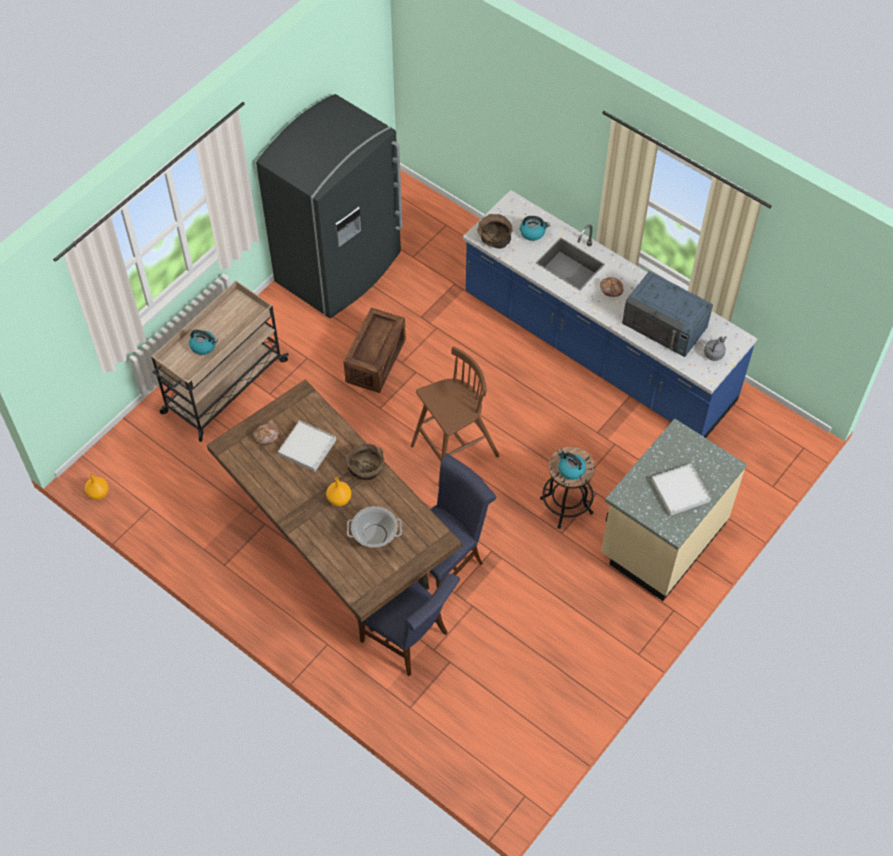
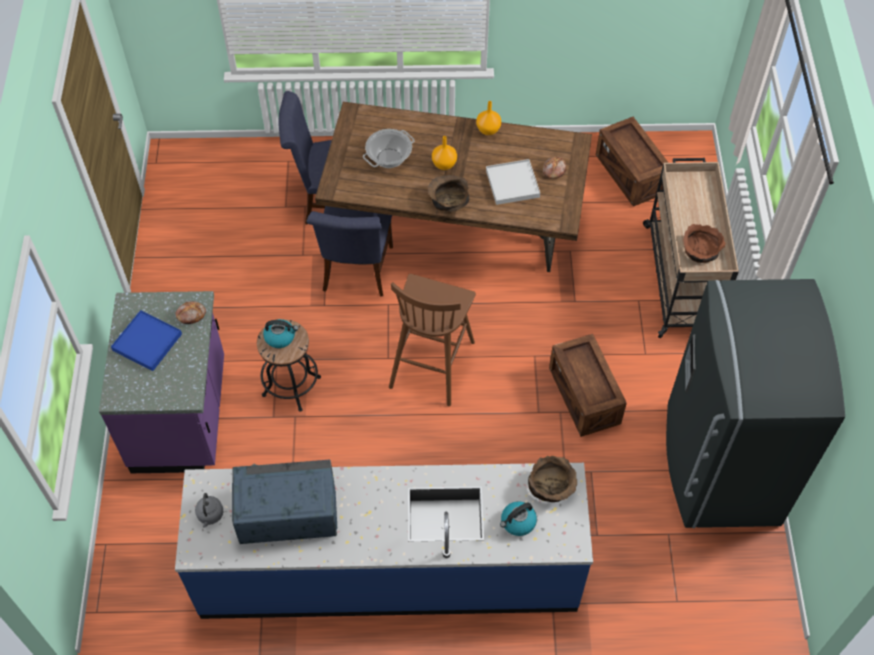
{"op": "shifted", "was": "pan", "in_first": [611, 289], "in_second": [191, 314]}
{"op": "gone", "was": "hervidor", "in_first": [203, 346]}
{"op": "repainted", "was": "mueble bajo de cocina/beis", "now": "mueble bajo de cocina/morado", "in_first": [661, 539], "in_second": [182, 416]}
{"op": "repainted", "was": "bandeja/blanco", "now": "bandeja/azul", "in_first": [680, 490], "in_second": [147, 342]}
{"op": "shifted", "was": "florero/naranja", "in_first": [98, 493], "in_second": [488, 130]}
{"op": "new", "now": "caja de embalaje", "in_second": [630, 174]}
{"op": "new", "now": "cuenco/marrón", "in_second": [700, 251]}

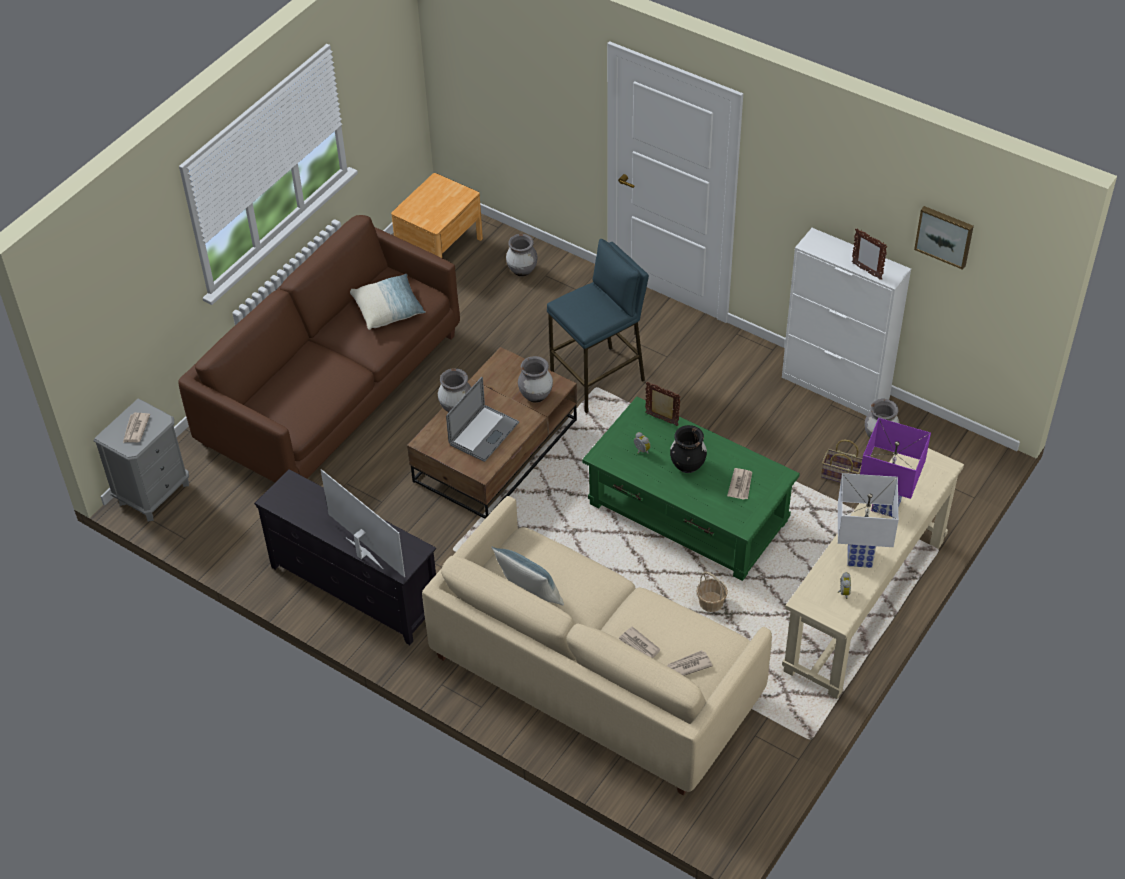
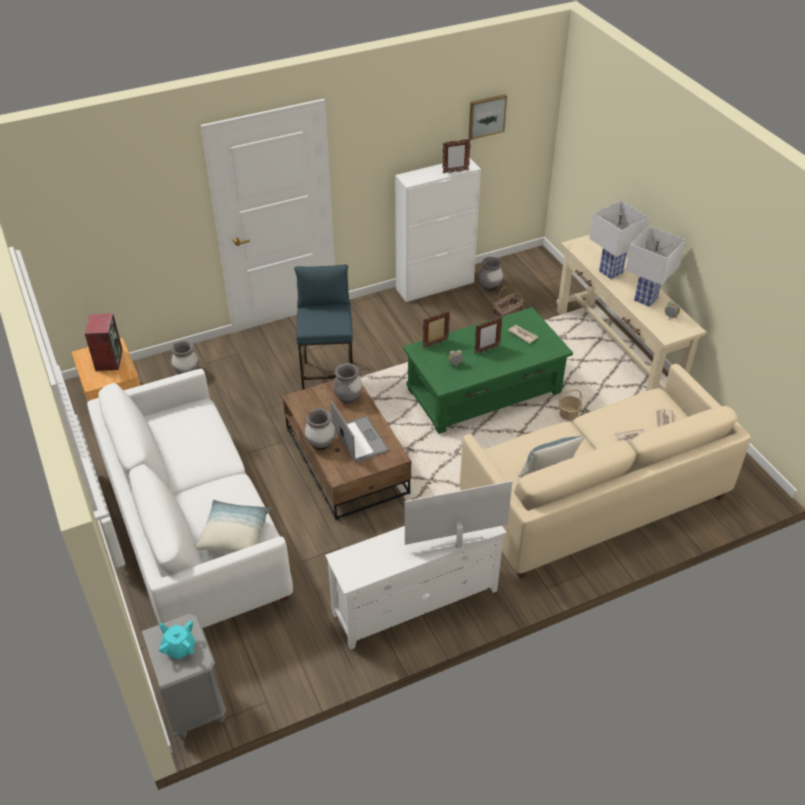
{"op": "repainted", "was": "sofá/marrón", "now": "sofá/blanco", "in_first": [331, 389], "in_second": [193, 528]}
{"op": "shifted", "was": "cojín", "in_first": [388, 309], "in_second": [234, 535]}
{"op": "swapped", "was": "periódico", "now": "tetera/turquesa", "in_first": [135, 429], "in_second": [179, 647]}
{"op": "repainted", "was": "lámpara de mesa/morado", "now": "lámpara de mesa/blanco", "in_first": [885, 505], "in_second": [610, 272]}
{"op": "swapped", "was": "florero/negro", "now": "portarretratos", "in_first": [687, 465], "in_second": [486, 350]}
{"op": "repainted", "was": "mueble de televisión/negro", "now": "mueble de televisión/blanco", "in_first": [354, 589], "in_second": [415, 603]}
{"op": "new", "now": "altavoz", "in_second": [108, 360]}

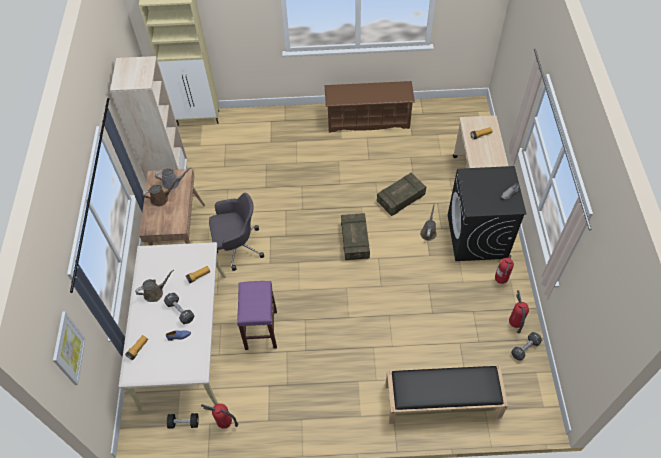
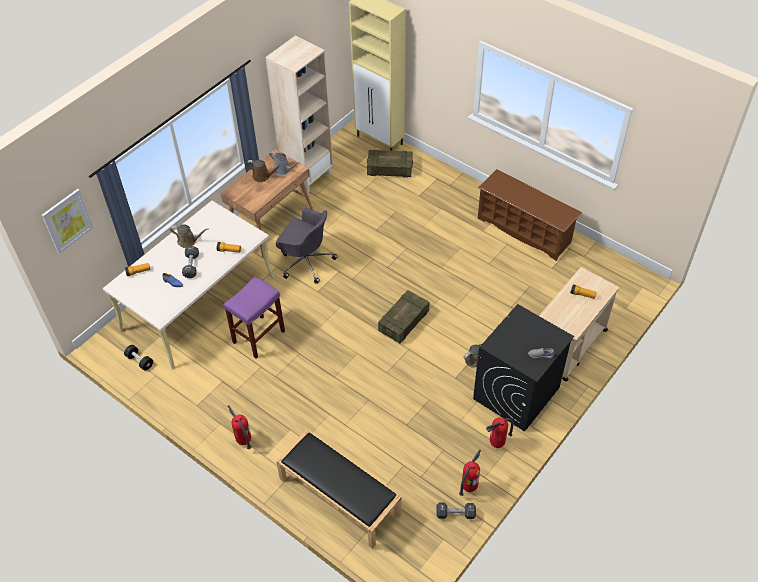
{"op": "shifted", "was": "caja de embalaje", "in_first": [400, 199], "in_second": [389, 169]}
{"op": "shifted", "was": "extintor", "in_first": [225, 423], "in_second": [243, 441]}

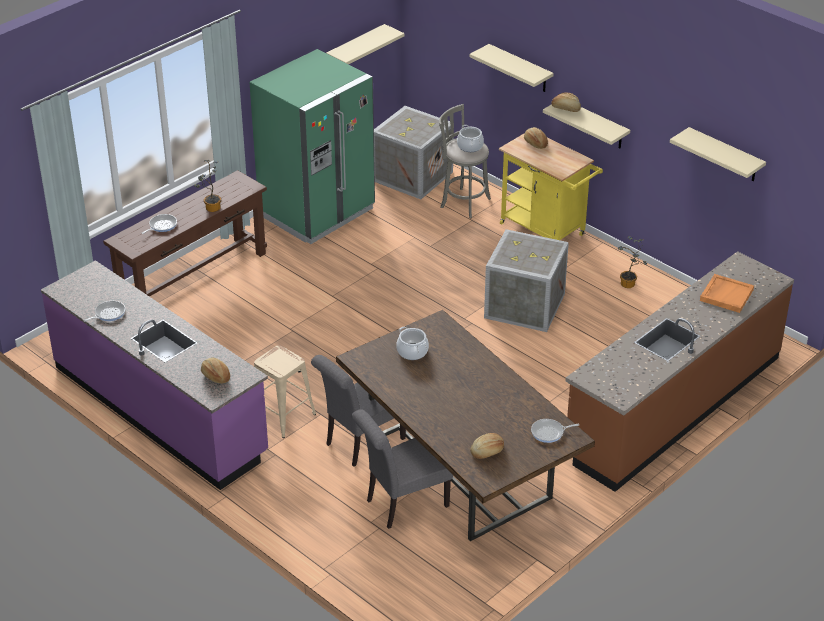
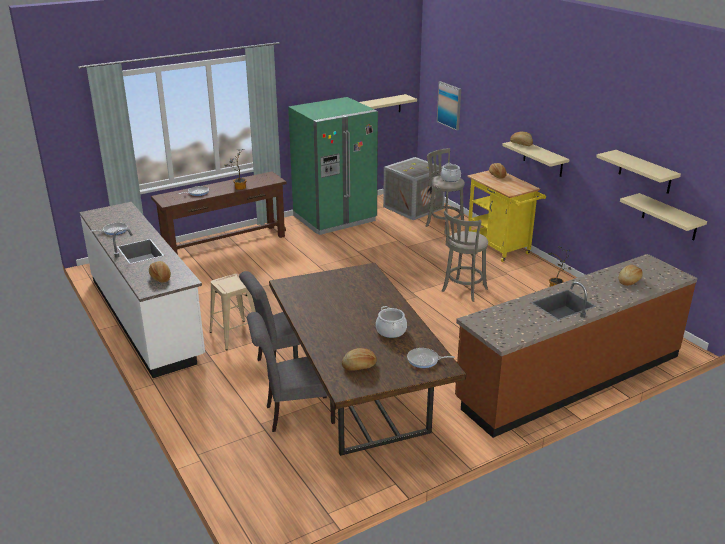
{"op": "shifted", "was": "estante/beis", "in_first": [520, 69], "in_second": [669, 217]}
{"op": "swapped", "was": "caja de embalaje", "now": "taburete/gris", "in_first": [523, 306], "in_second": [463, 291]}
{"op": "repainted", "was": "mueble bajo de cocina/morado", "now": "mueble bajo de cocina/blanco", "in_first": [160, 410], "in_second": [146, 317]}
{"op": "swapped", "was": "bandeja/naranja", "now": "pan", "in_first": [726, 295], "in_second": [629, 281]}
{"op": "shifted", "was": "olla", "in_first": [412, 352], "in_second": [391, 331]}
{"op": "new", "now": "cuadro", "in_second": [449, 105]}

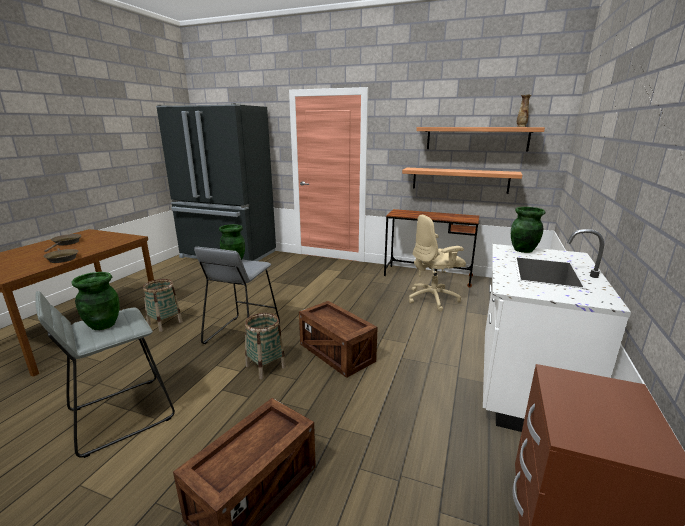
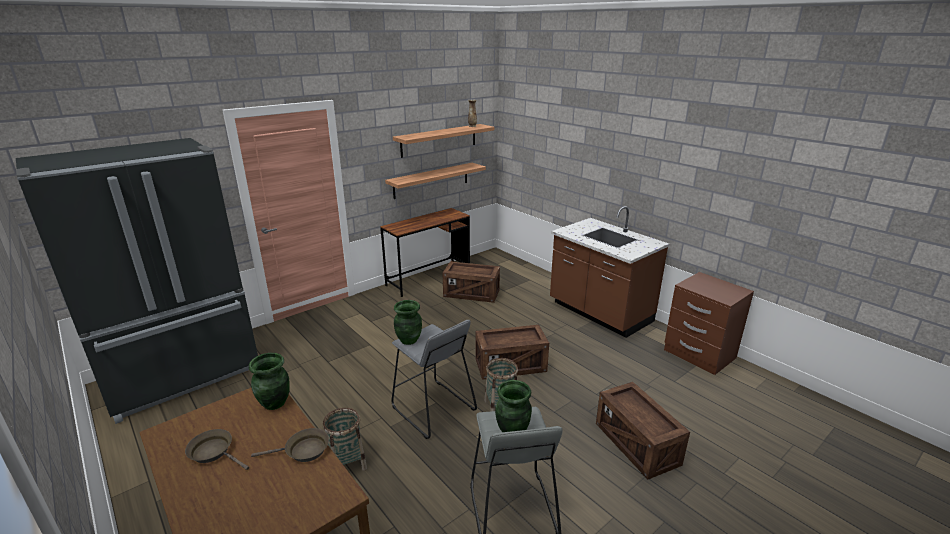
{"op": "shifted", "was": "florero/verde", "in_first": [523, 250], "in_second": [275, 403]}
{"op": "swapped", "was": "silla de oficina/beis", "now": "caja de embalaje", "in_first": [433, 299], "in_second": [471, 294]}
{"op": "repainted", "was": "mueble bajo de cocina/blanco", "now": "mueble bajo de cocina/marrón", "in_first": [523, 385], "in_second": [599, 313]}

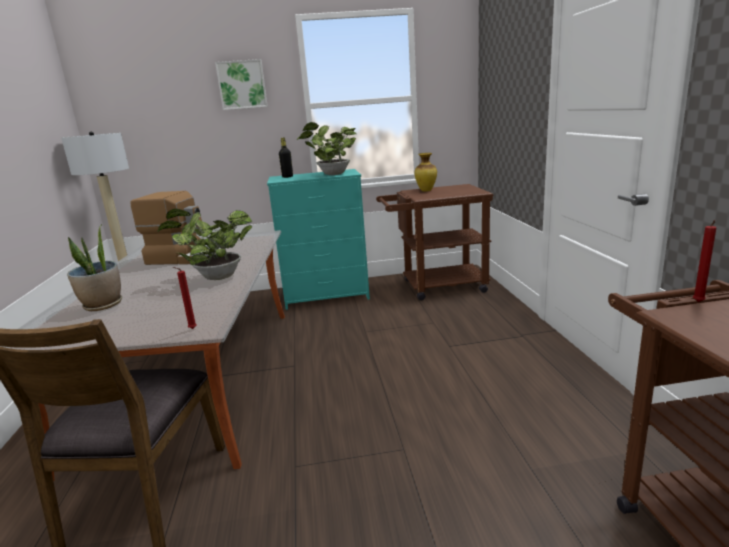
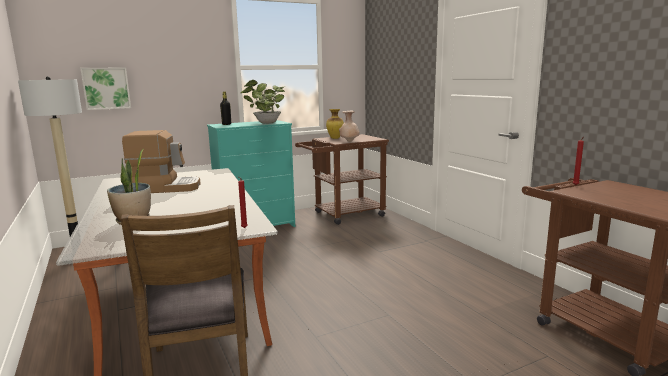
{"op": "shifted", "was": "cuadro", "in_first": [242, 85], "in_second": [106, 88]}
{"op": "gone", "was": "planta en maceta", "in_first": [215, 277]}
{"op": "new", "now": "florero/beis", "in_second": [349, 141]}

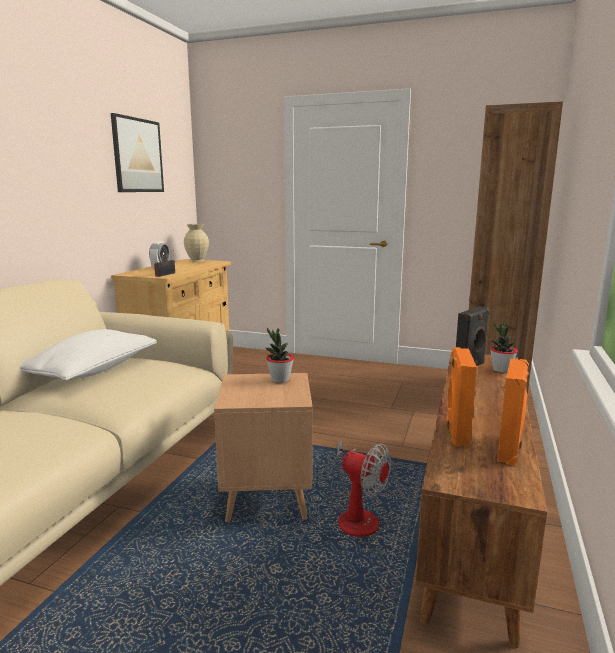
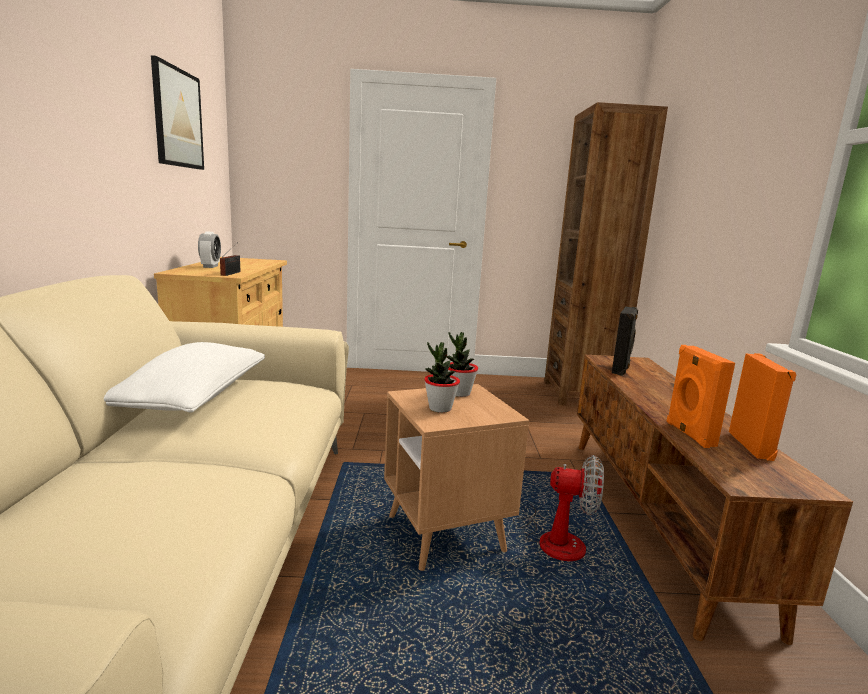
{"op": "gone", "was": "florero/beis", "in_first": [197, 261]}
{"op": "shifted", "was": "planta en maceta", "in_first": [501, 370], "in_second": [440, 408]}

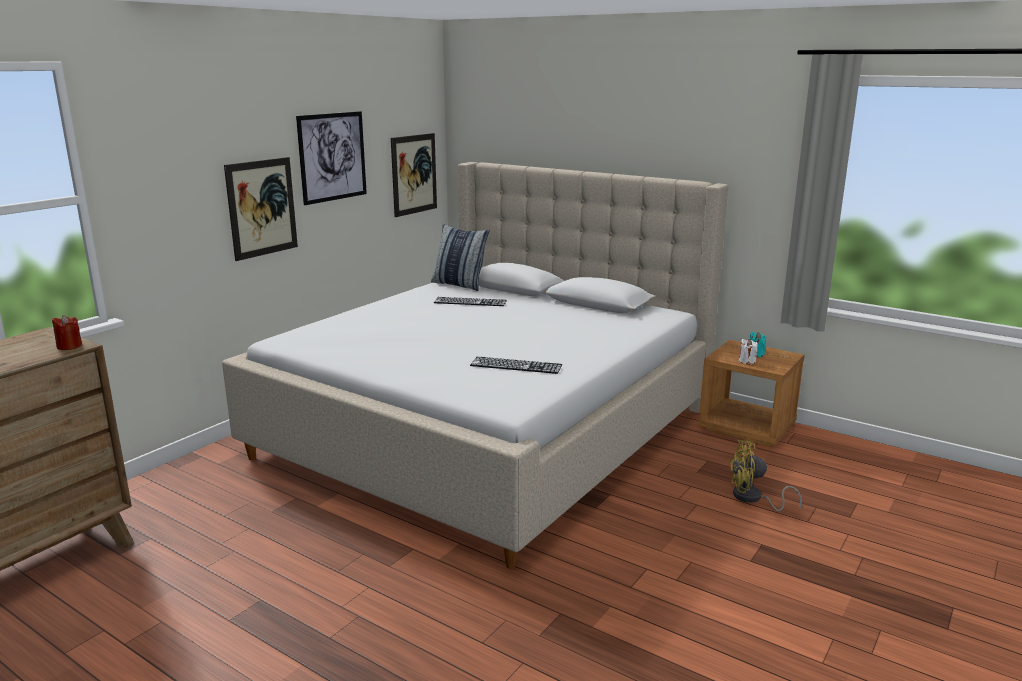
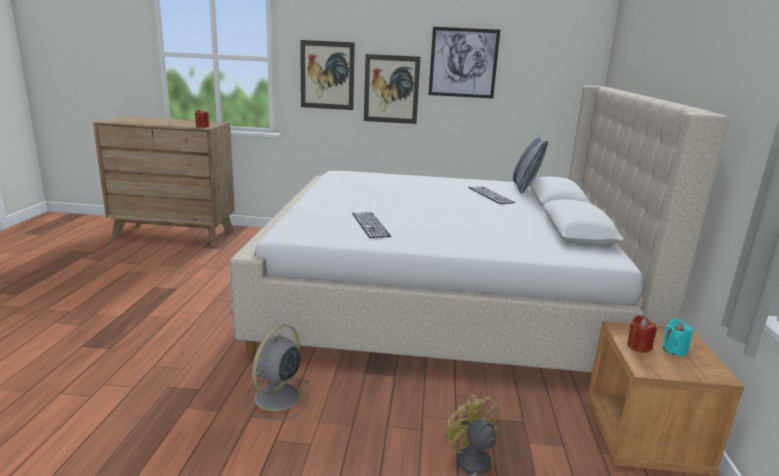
{"op": "shifted", "was": "cuadro", "in_first": [414, 174], "in_second": [327, 75]}
{"op": "repainted", "was": "vela/blanco", "now": "vela/rojo", "in_first": [747, 361], "in_second": [638, 346]}
{"op": "new", "now": "ventilador/gris", "in_second": [276, 398]}

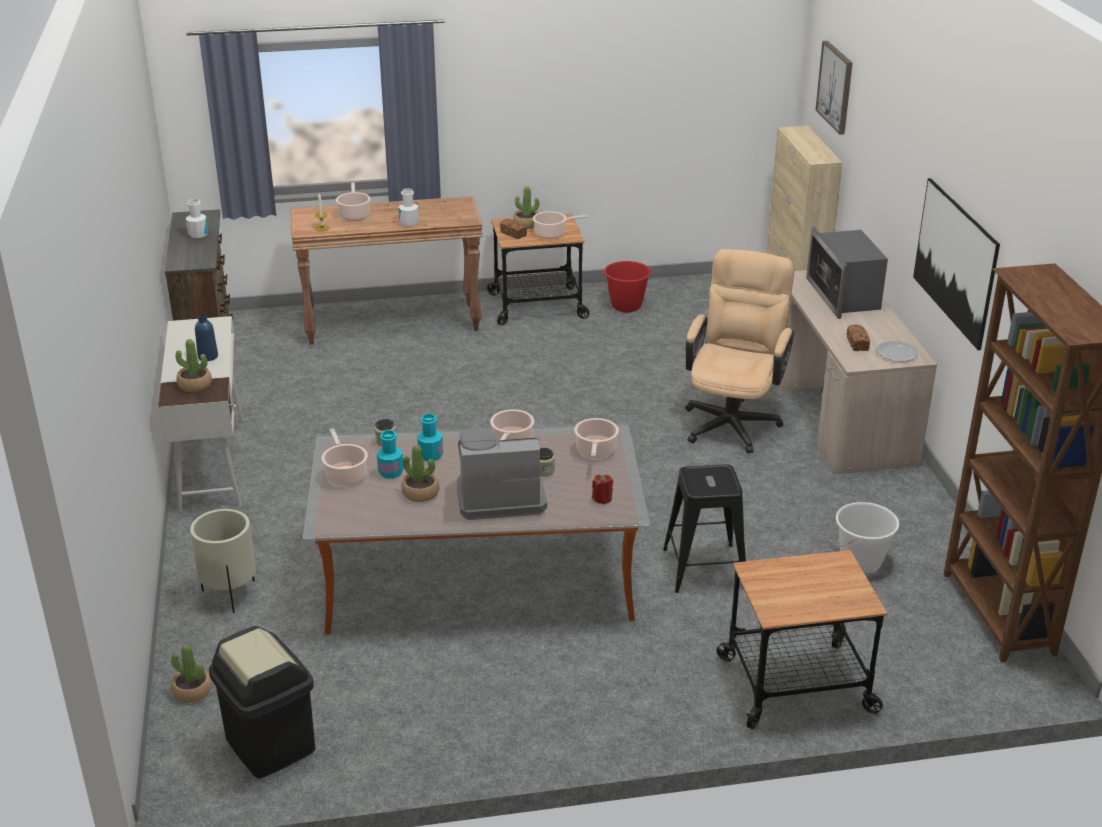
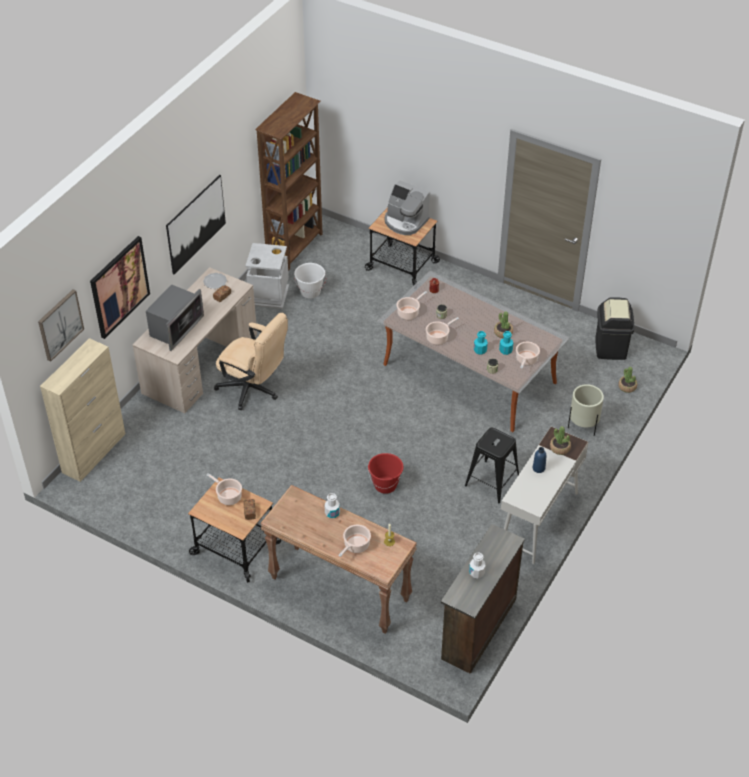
{"op": "gone", "was": "planta en maceta", "in_first": [526, 224]}
{"op": "rotated", "was": "silla de oficina/beis", "in_first": [733, 420], "in_second": [253, 390], "clockwise": -120}
{"op": "shifted", "was": "cubo/rojo", "in_first": [626, 306], "in_second": [385, 485]}
{"op": "shifted", "was": "cafetera", "in_first": [499, 497], "in_second": [405, 222]}
{"op": "shifted", "was": "taburete/negro", "in_first": [703, 568], "in_second": [492, 482]}
{"op": "new", "now": "cuadro", "in_second": [119, 287]}
{"op": "new", "now": "papelera/gris", "in_second": [269, 295]}

